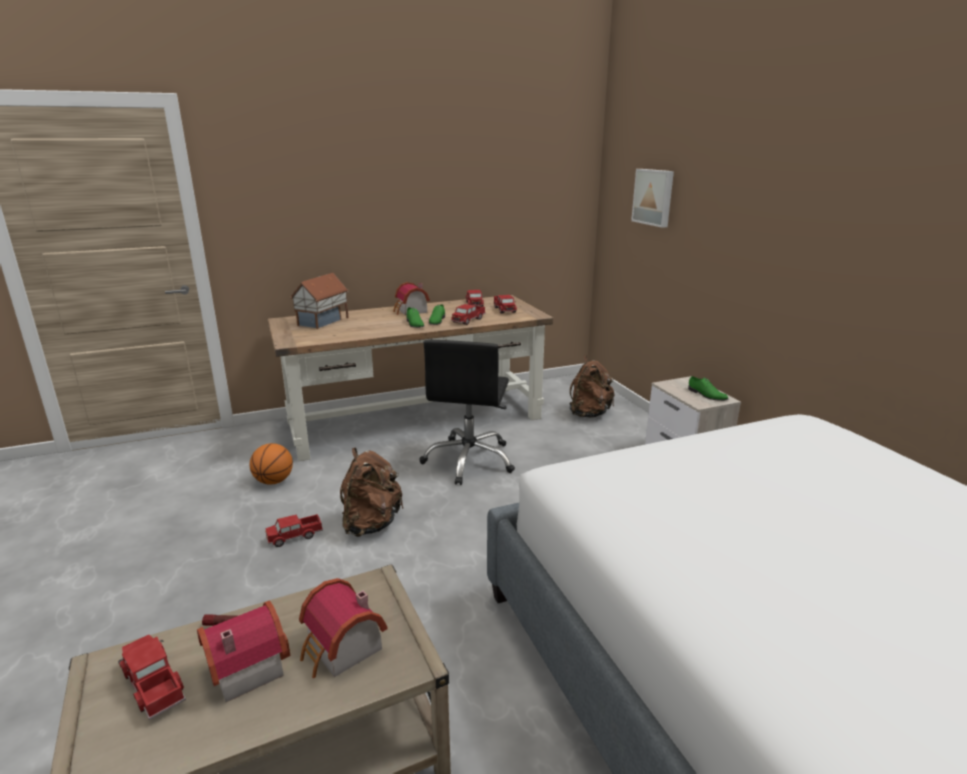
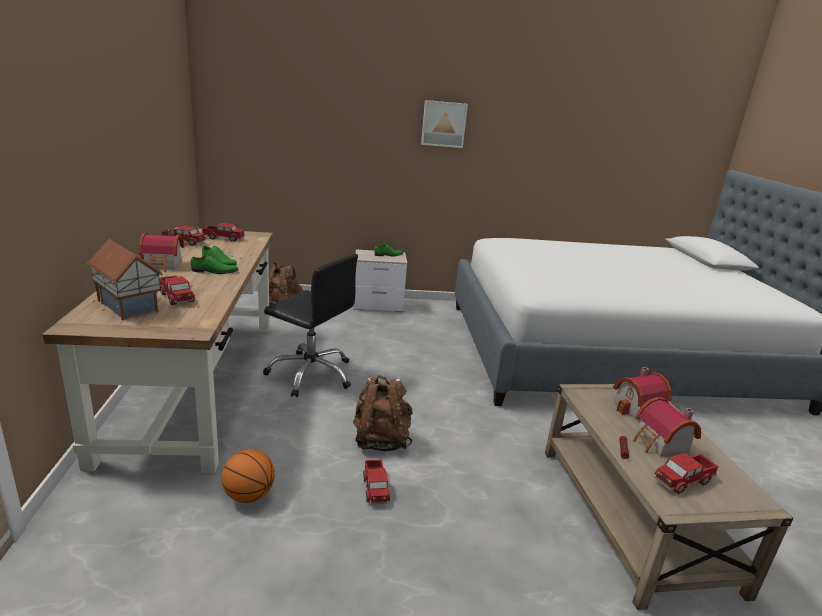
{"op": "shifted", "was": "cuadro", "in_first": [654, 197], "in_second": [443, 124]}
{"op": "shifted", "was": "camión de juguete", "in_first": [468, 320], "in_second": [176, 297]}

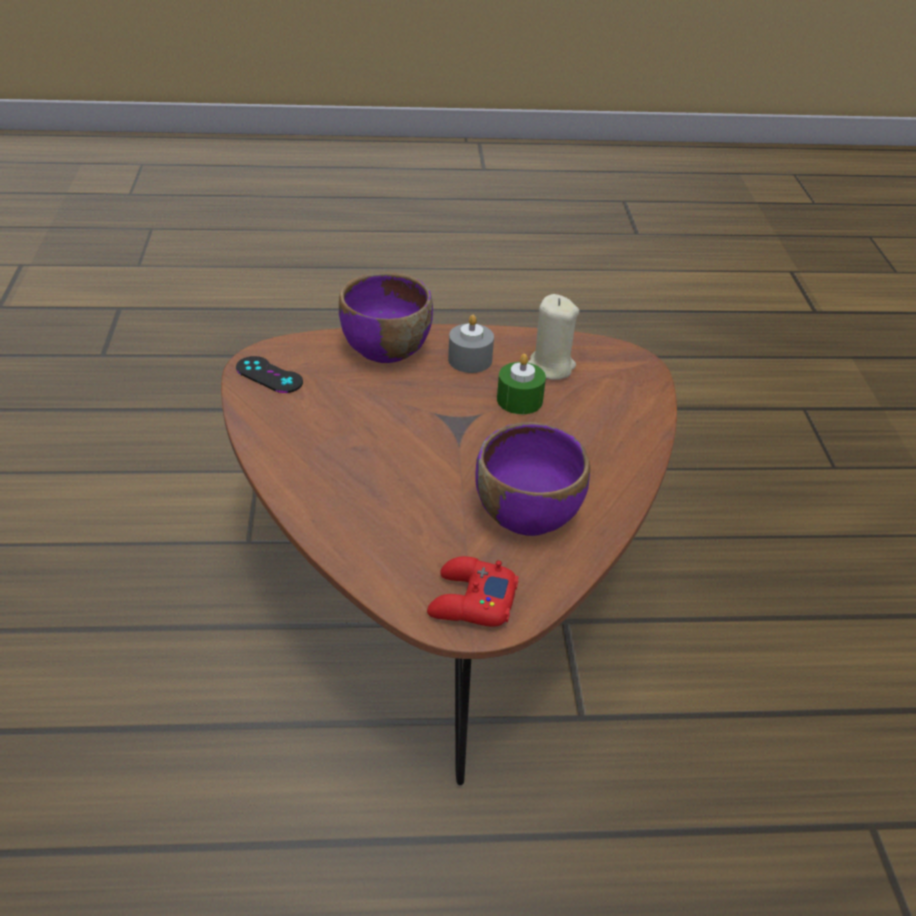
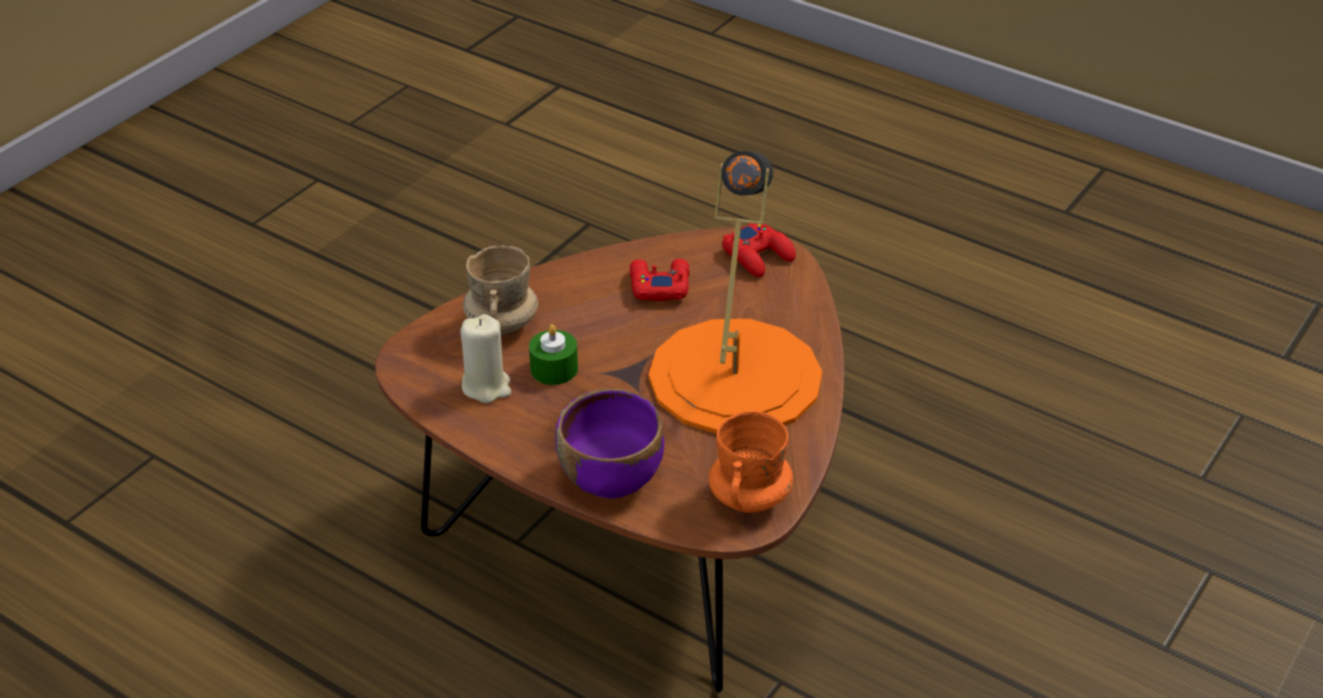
{"op": "gone", "was": "vela/gris", "in_first": [470, 360]}
{"op": "swapped", "was": "mando de consola/negro", "now": "taza grande/naranja", "in_first": [269, 375], "in_second": [750, 499]}
{"op": "swapped", "was": "cuenco/morado", "now": "mando de consola/rojo", "in_first": [528, 514], "in_second": [659, 285]}
{"op": "new", "now": "lámpara de mesa/naranja", "in_second": [734, 376]}
{"op": "new", "now": "taza grande/beis", "in_second": [501, 323]}

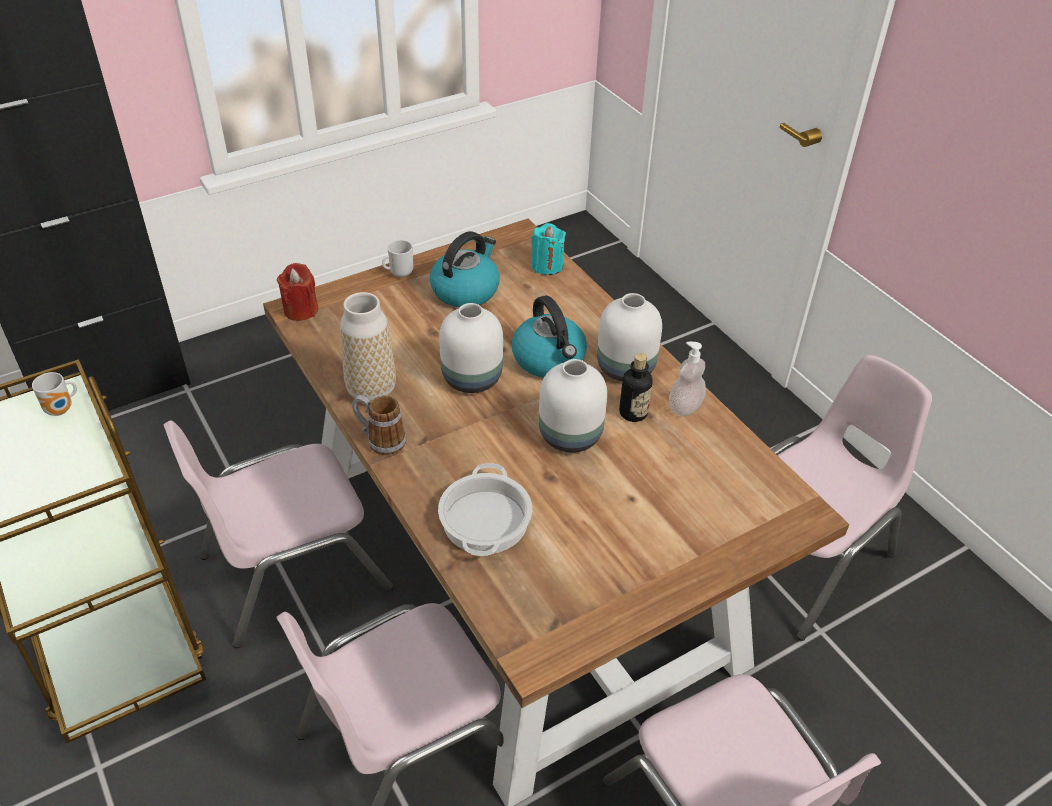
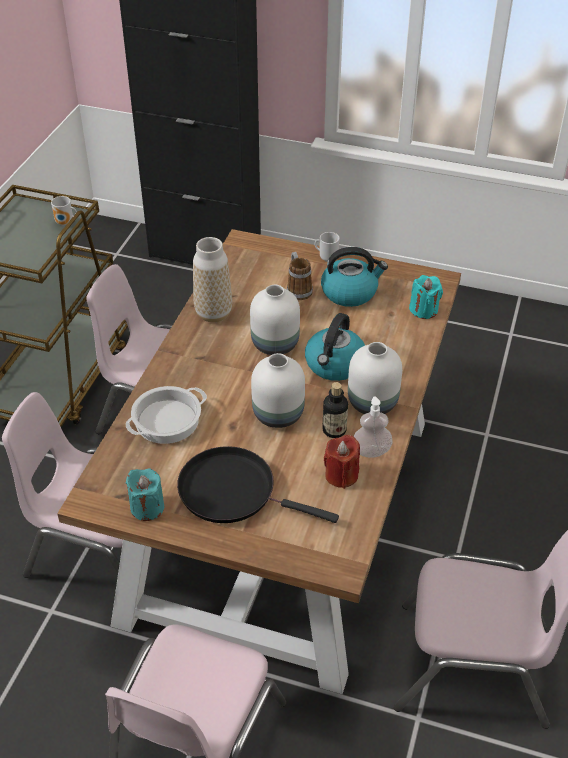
{"op": "shifted", "was": "vela/rojo", "in_first": [301, 310], "in_second": [341, 475]}
{"op": "shifted", "was": "taza grande", "in_first": [380, 440], "in_second": [298, 289]}
{"op": "new", "now": "sartén/negro", "in_second": [233, 491]}
{"op": "new", "now": "vela/turquesa", "in_second": [147, 507]}

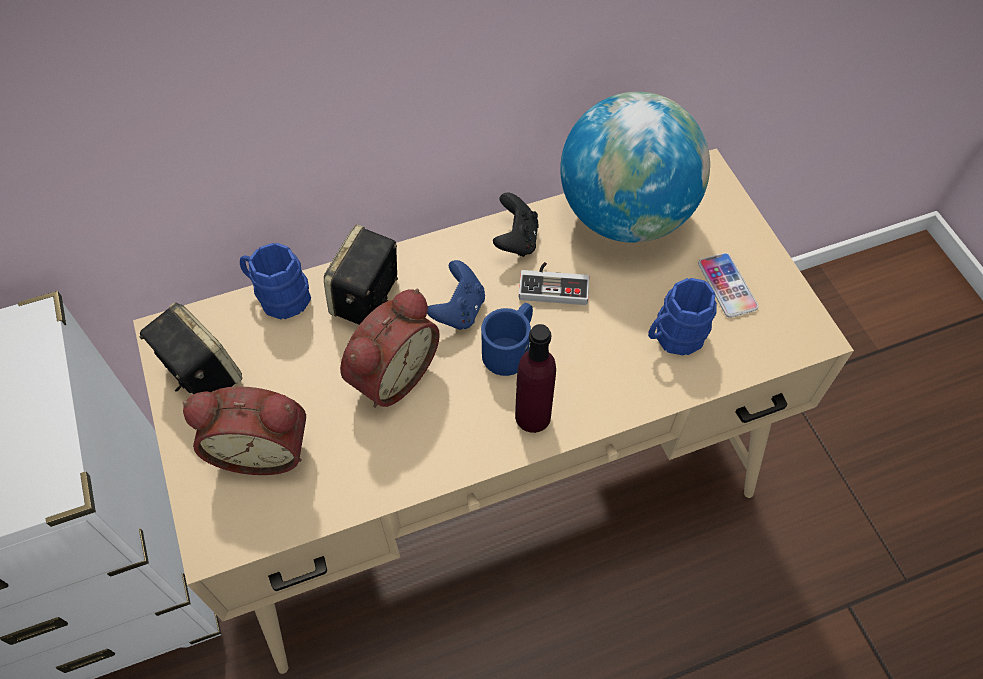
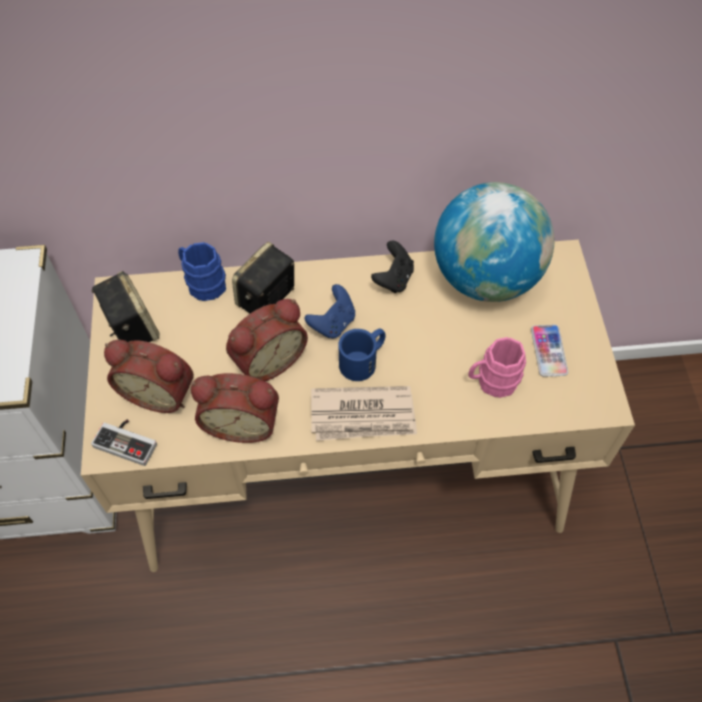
{"op": "shifted", "was": "mando de consola", "in_first": [554, 284], "in_second": [128, 440]}
{"op": "repainted", "was": "taza grande/azul", "now": "taza grande/rosa", "in_first": [673, 337], "in_second": [492, 381]}
{"op": "swapped", "was": "botella/morado", "now": "periódico", "in_first": [532, 416], "in_second": [363, 416]}
{"op": "new", "now": "despertador", "in_second": [242, 421]}

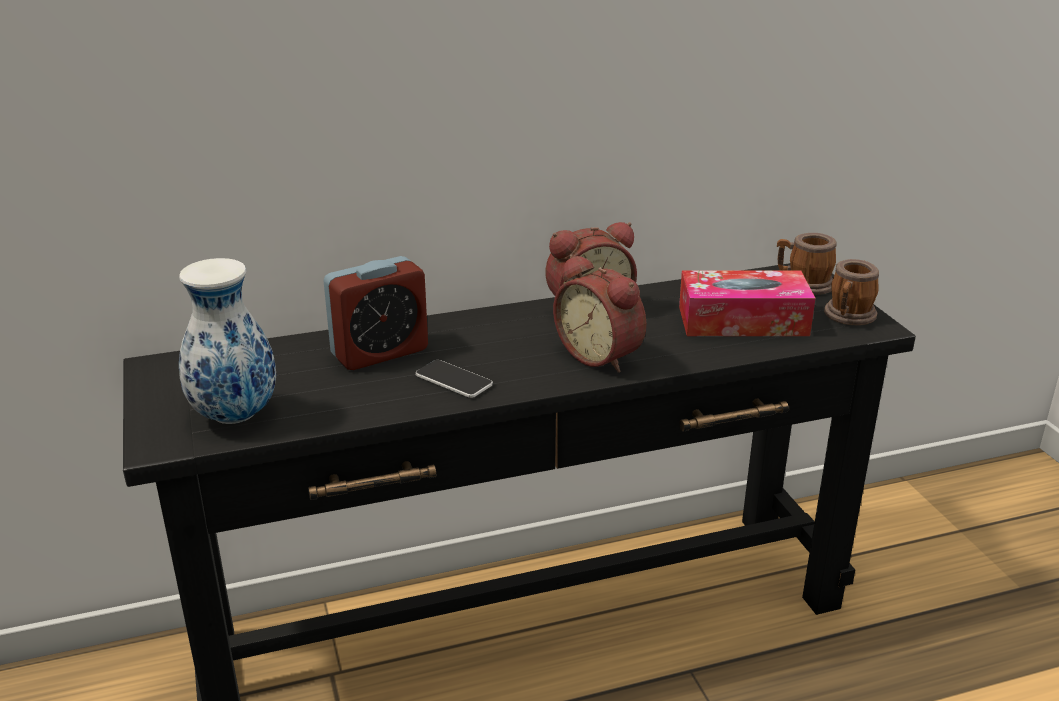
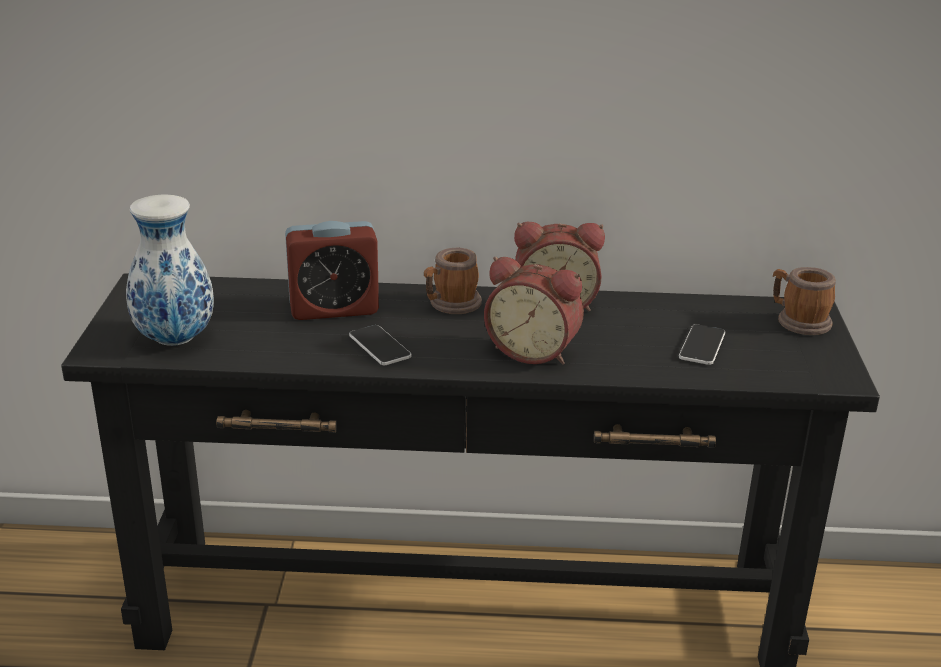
{"op": "rotated", "was": "despertador", "in_first": [601, 355], "in_second": [534, 351], "clockwise": -45}
{"op": "shifted", "was": "taza grande", "in_first": [848, 317], "in_second": [451, 305]}
{"op": "swapped", "was": "caja de pañuelos", "now": "móvil", "in_first": [742, 321], "in_second": [702, 346]}

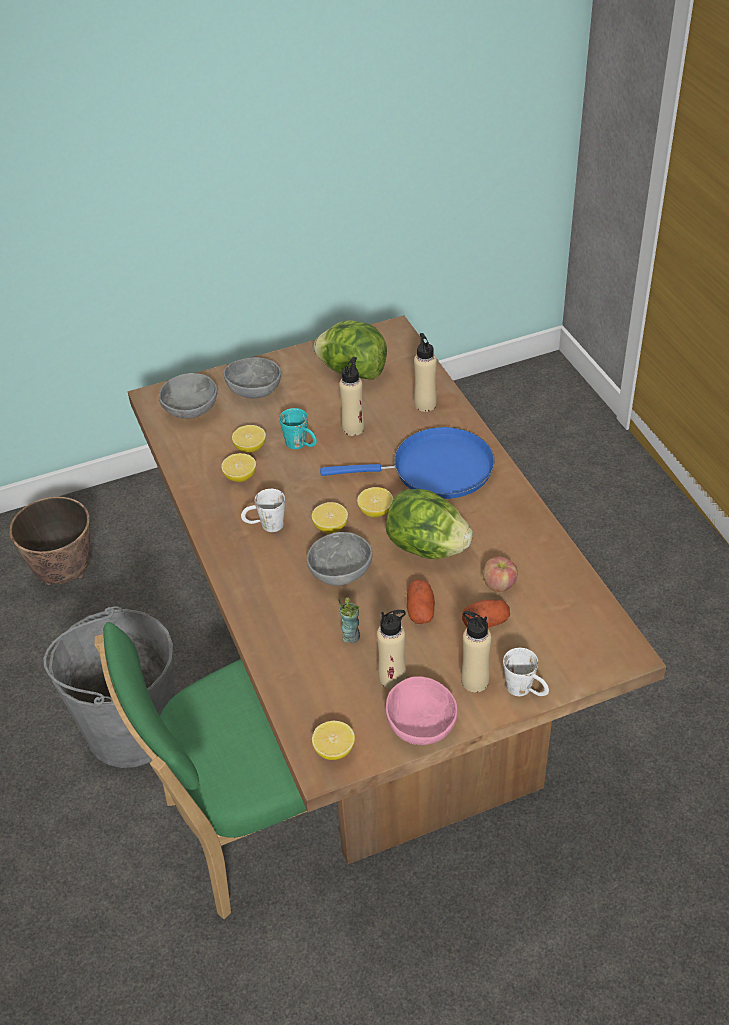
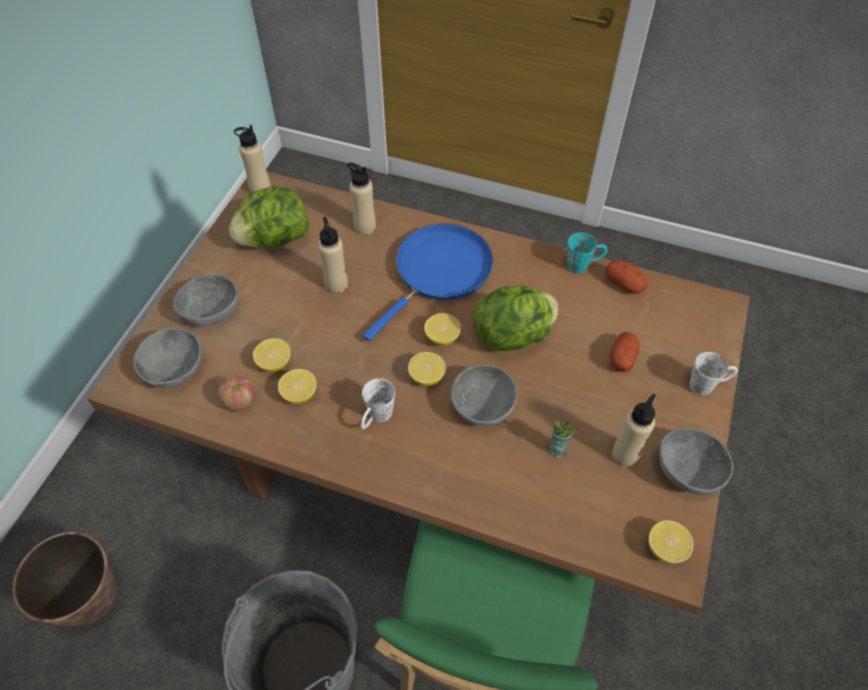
{"op": "shifted", "was": "taza grande/turquesa", "in_first": [301, 445], "in_second": [583, 264]}
{"op": "shifted", "was": "manzana", "in_first": [499, 584], "in_second": [240, 401]}
{"op": "shifted", "was": "patata", "in_first": [420, 610], "in_second": [624, 284]}
{"op": "shifted", "was": "botella/beis", "in_first": [475, 681], "in_second": [260, 189]}
{"op": "repainted", "was": "cuenco/rosa", "now": "cuenco/gris", "in_first": [422, 724], "in_second": [688, 470]}

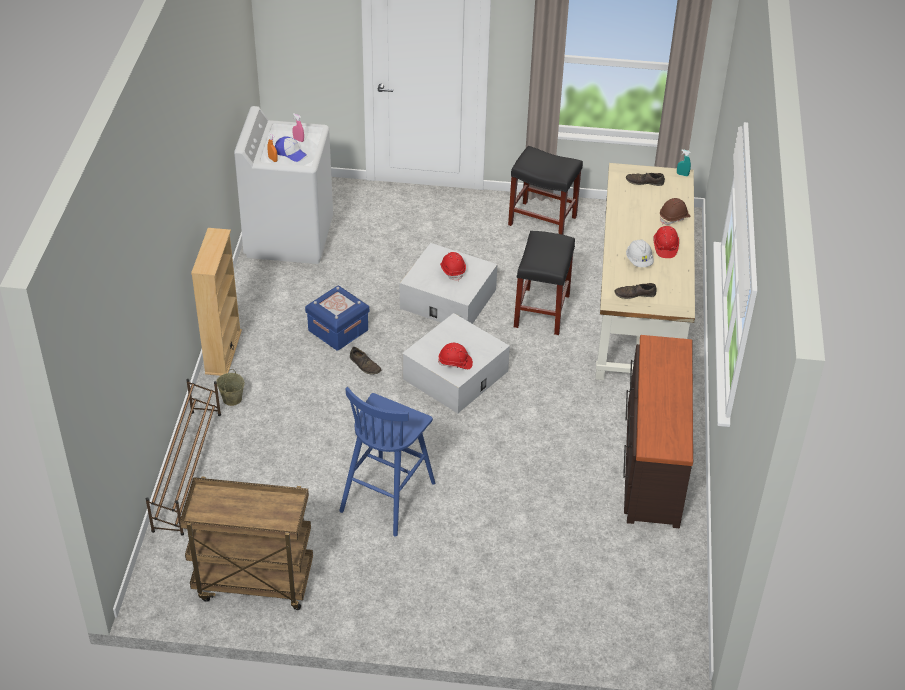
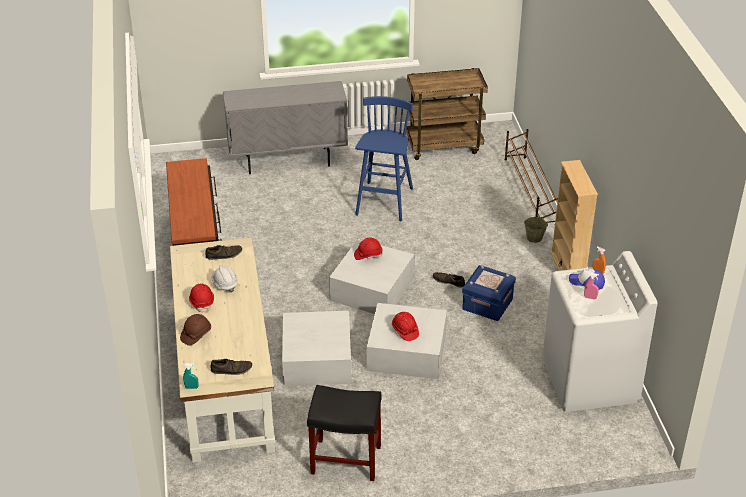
{"op": "swapped", "was": "taburete/negro", "now": "caja de almacenaje/blanco", "in_first": [541, 310], "in_second": [317, 359]}
{"op": "new", "now": "armario/gris", "in_second": [288, 161]}

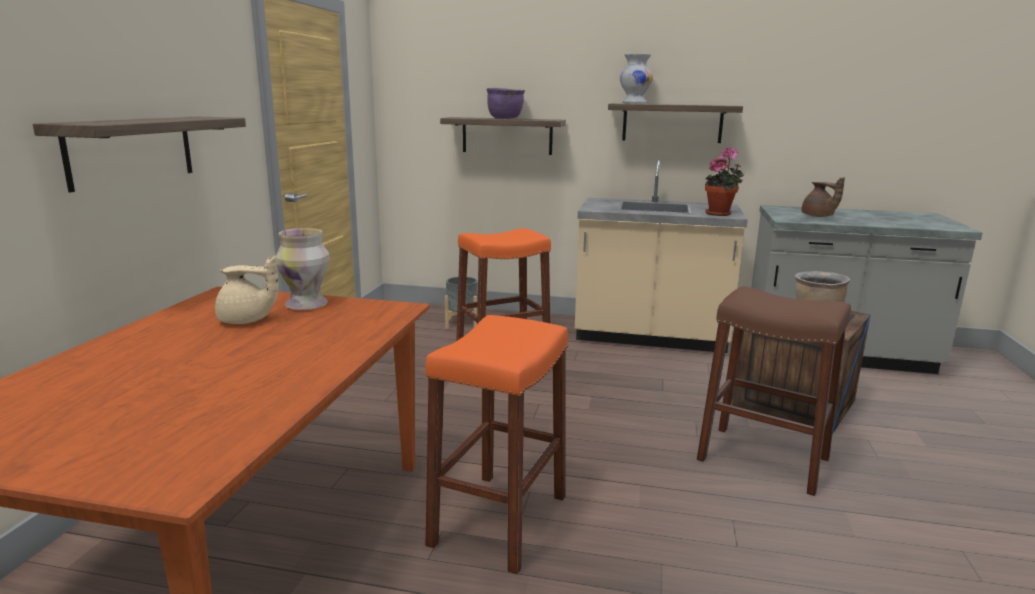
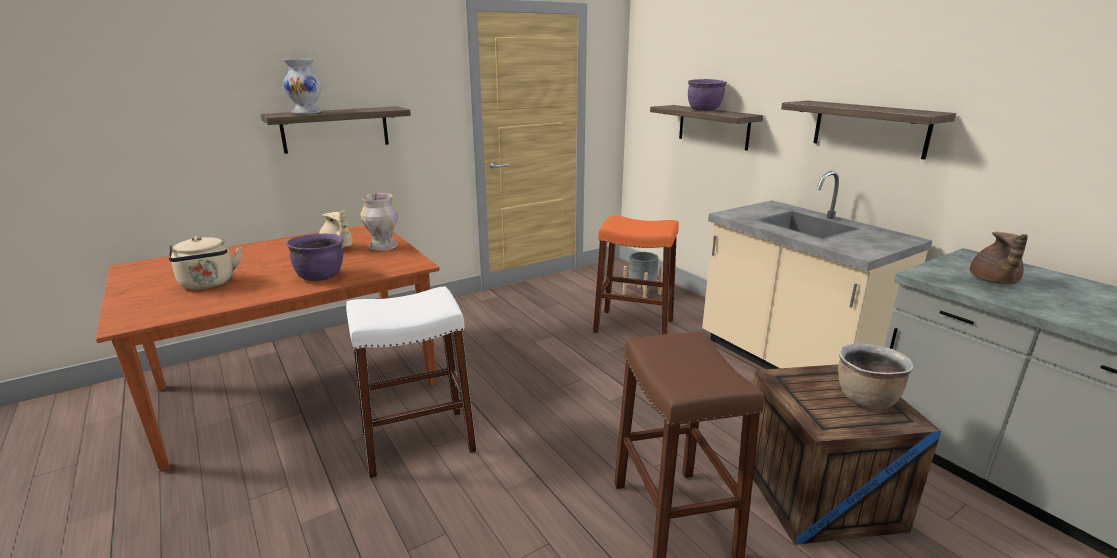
{"op": "shifted", "was": "florero/blanco", "in_first": [634, 103], "in_second": [306, 113]}
{"op": "gone", "was": "planta en maceta", "in_first": [720, 214]}
{"op": "repainted", "was": "taburete/naranja", "now": "taburete/blanco", "in_first": [499, 520], "in_second": [417, 442]}
{"op": "new", "now": "olla/morado", "in_second": [320, 276]}
{"op": "new", "now": "hervidor/beis", "in_second": [208, 284]}

